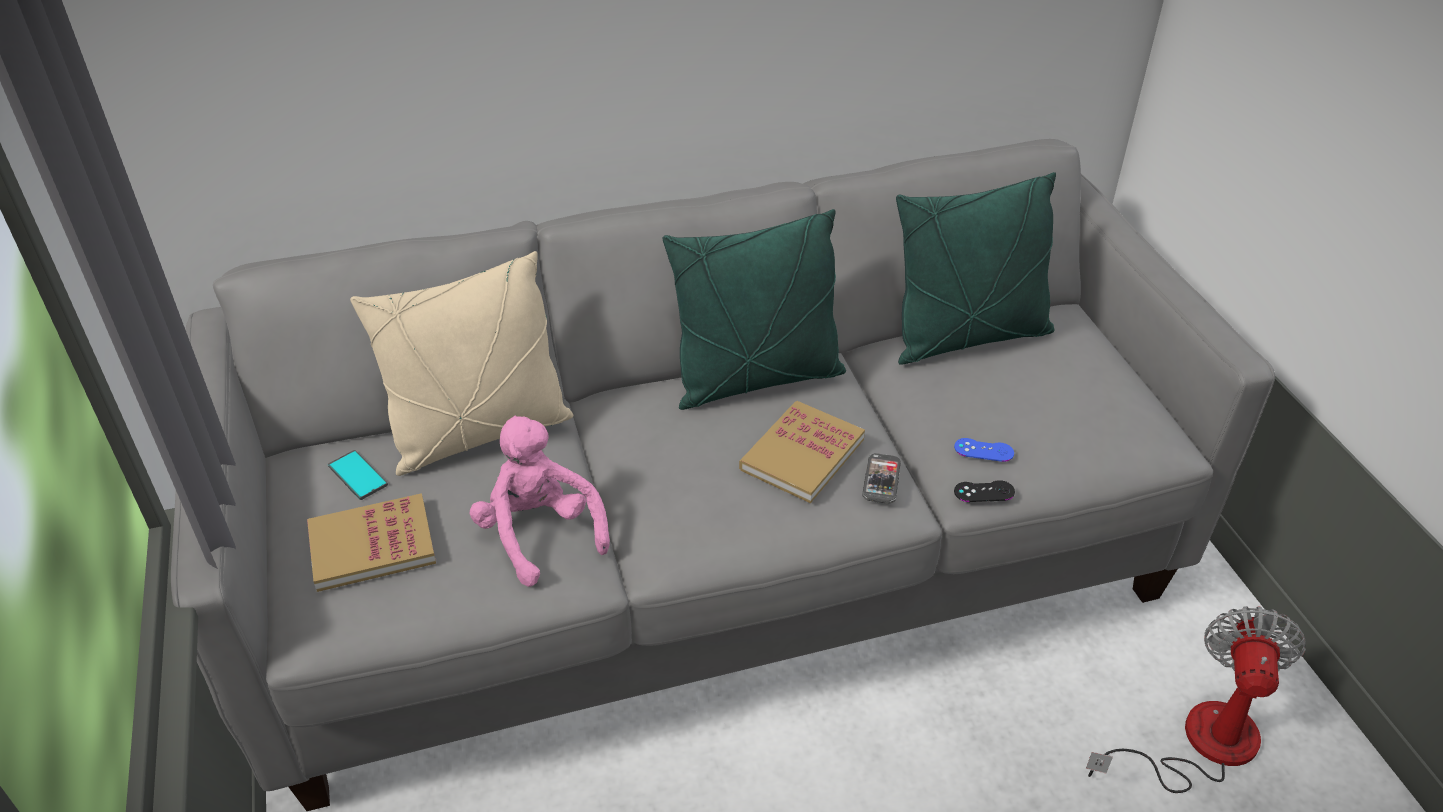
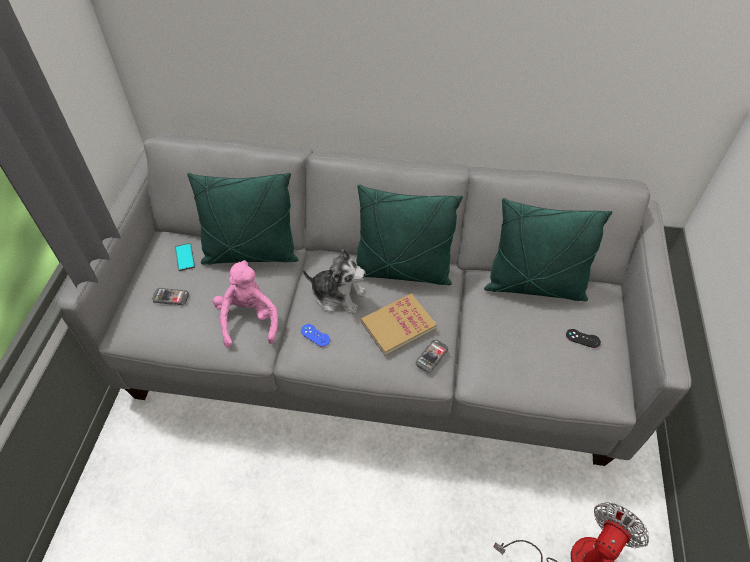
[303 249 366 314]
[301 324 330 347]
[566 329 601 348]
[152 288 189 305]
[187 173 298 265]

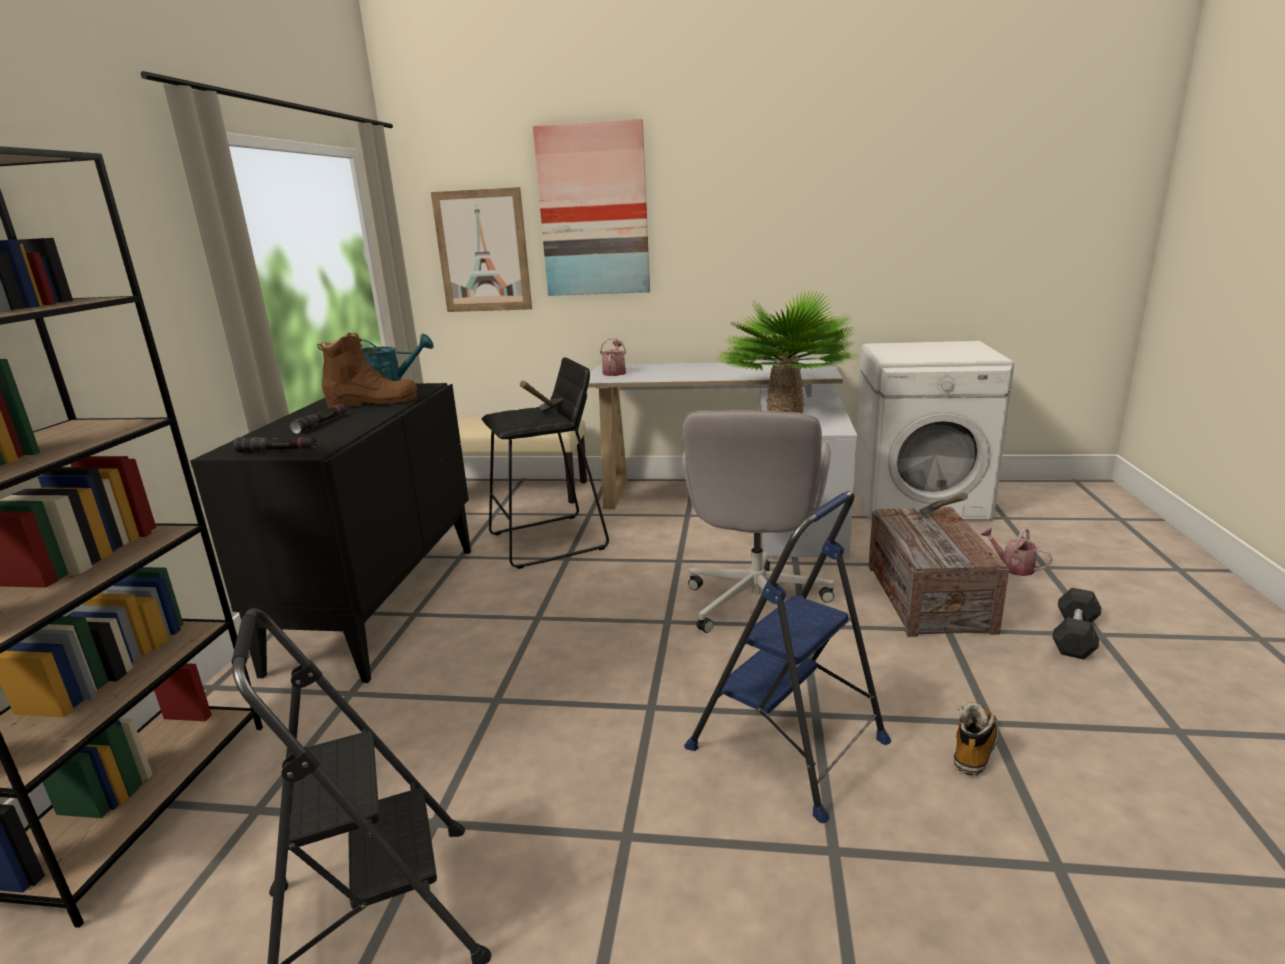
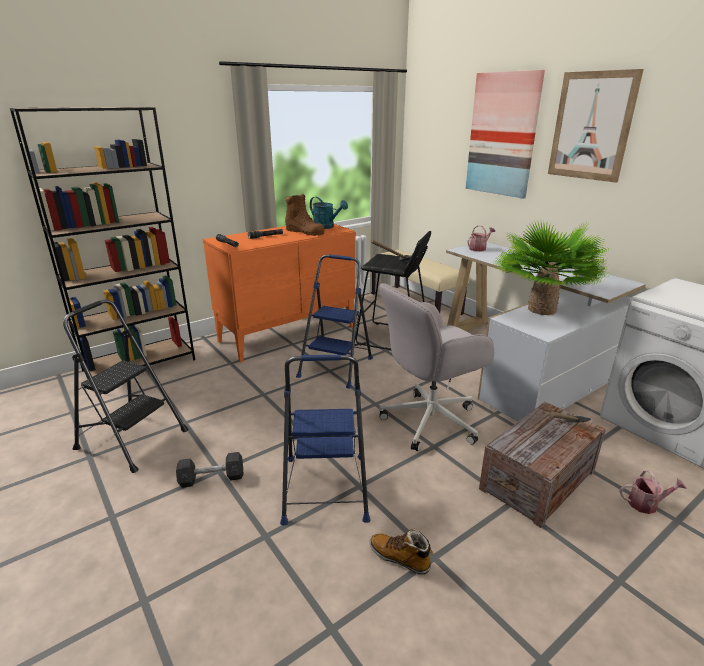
[296 254 373 389]
[548 69 644 183]
[176 452 243 488]
[203 224 355 363]
[370 528 433 575]
[620 470 687 514]

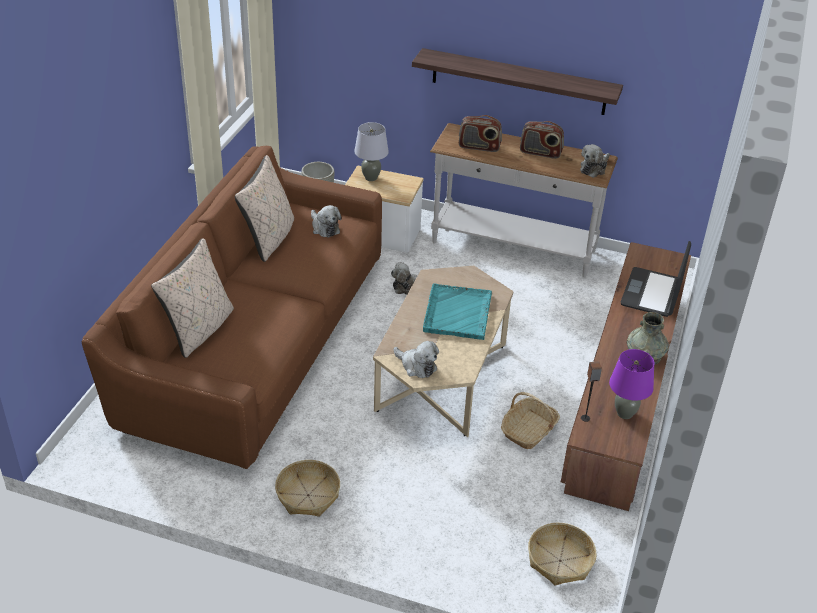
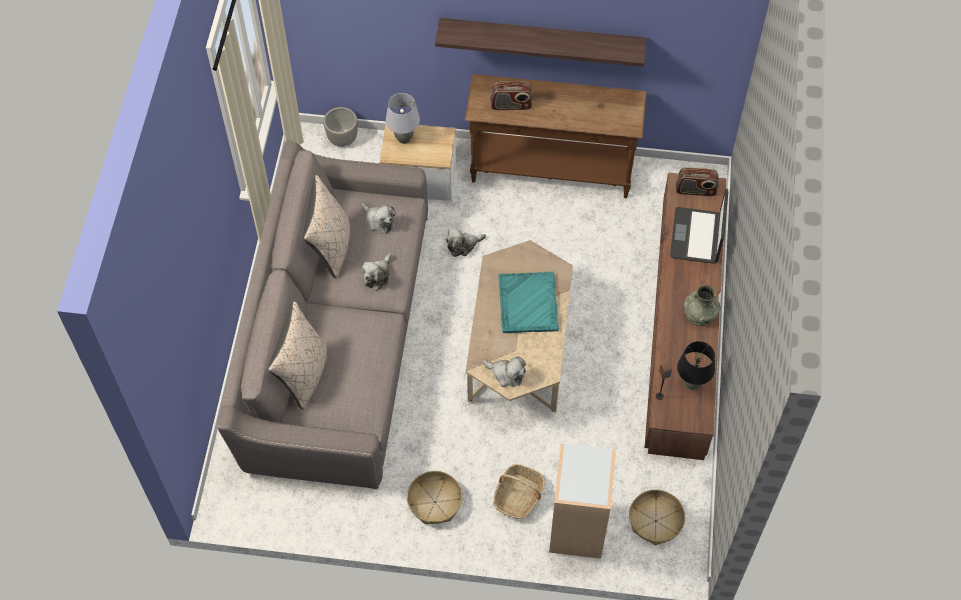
[549 443 616 559]
[494 464 545 519]
[676 167 719 196]
[361 253 392 291]
[218 141 428 489]
[465 74 647 198]
[677 341 715 390]

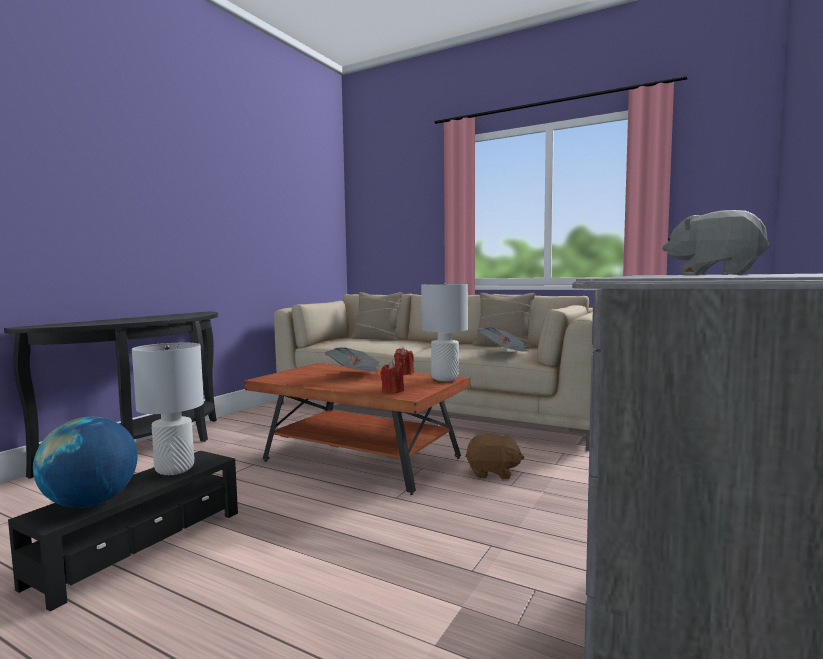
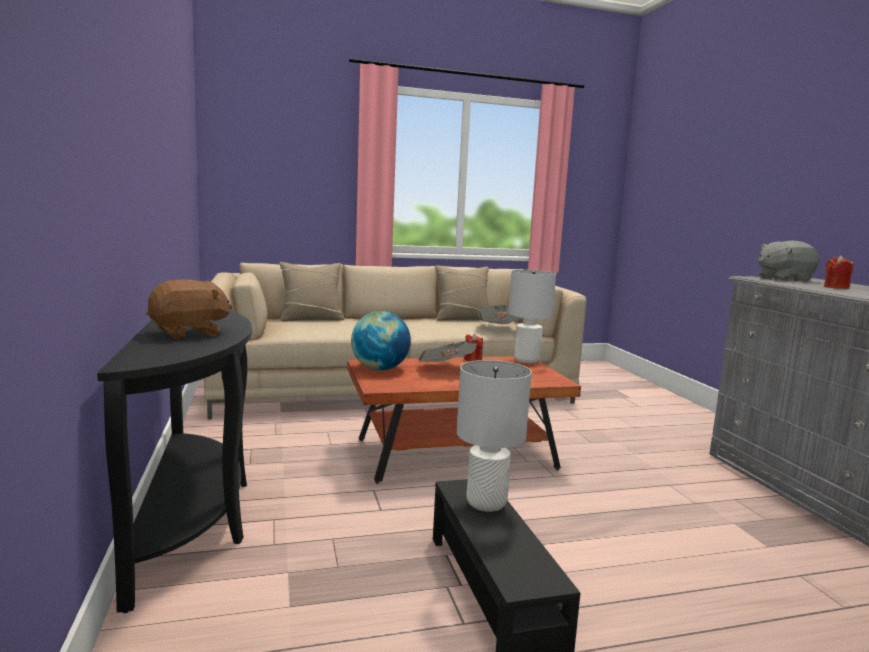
[351 311 411 370]
[824 255 854 289]
[147 279 233 339]

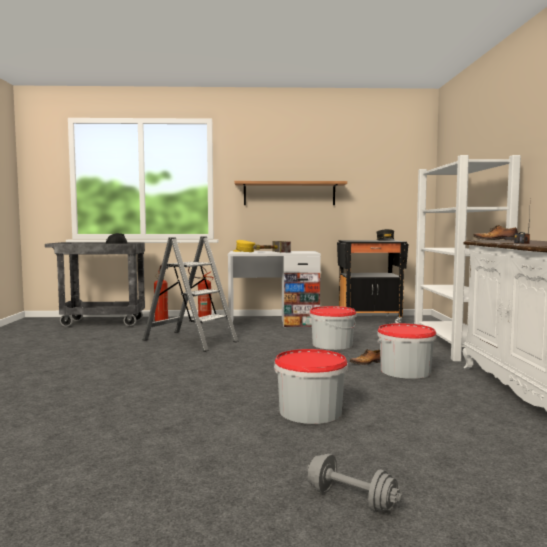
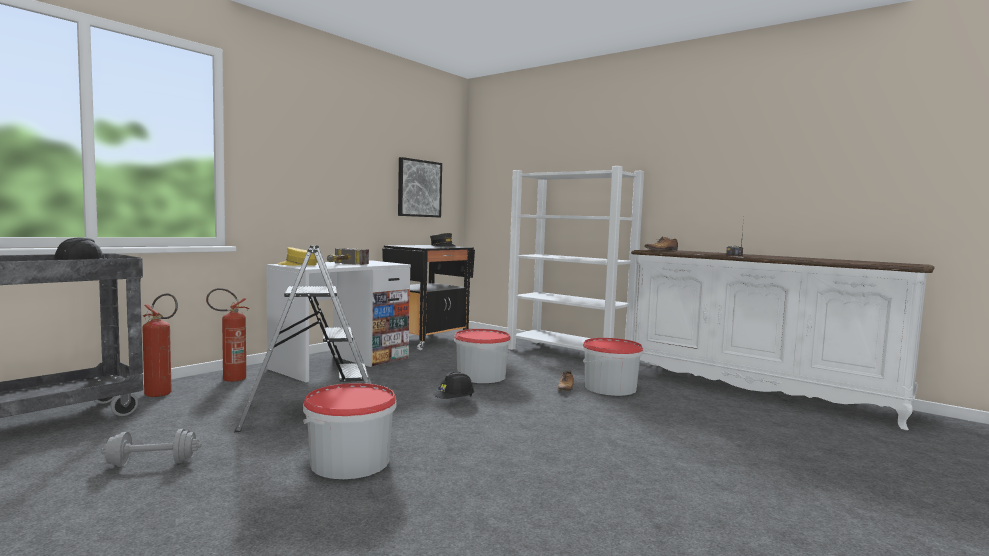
[234 181 347 205] (first image)
[398 157 442 217]
[433 371 475 399]
[303 383 397 479]
[101 429 202 467]

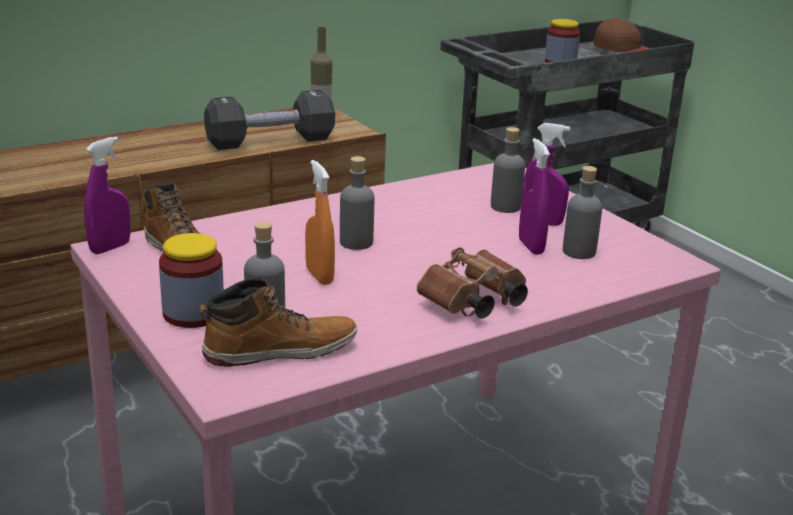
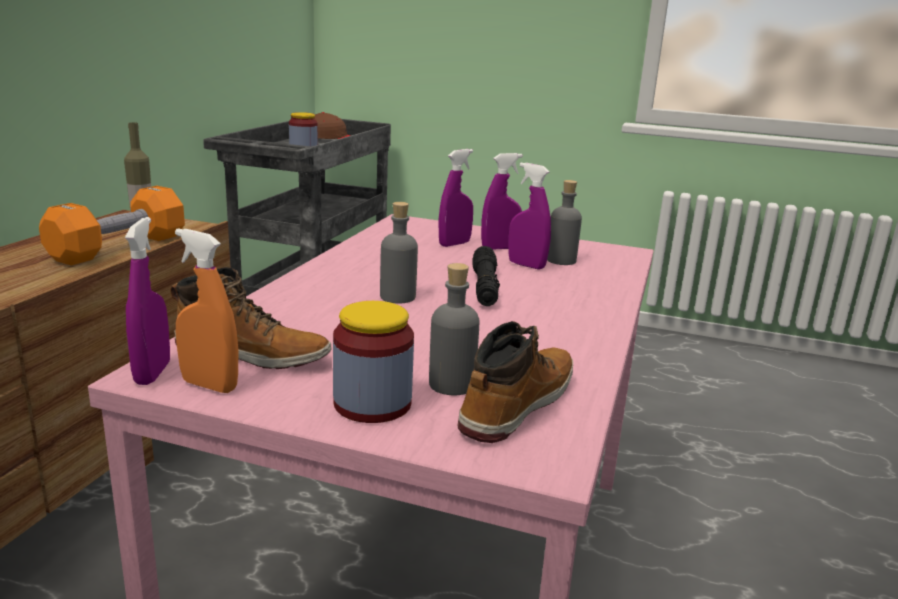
[417 247 528 319] (first image)
[472 246 500 306]
[175 228 238 393]
[439 149 473 247]
[39 186 185 265]

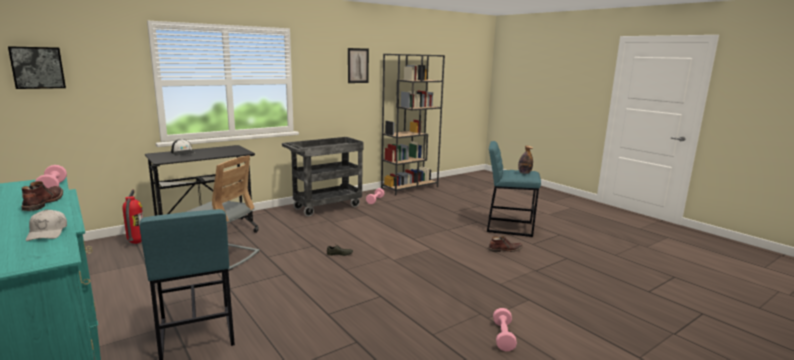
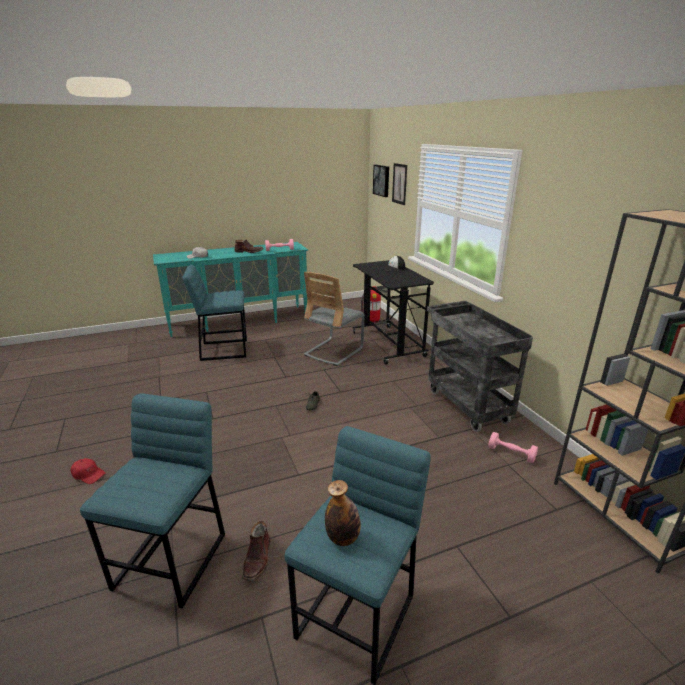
[80 393 225 608]
[392 163 407 205]
[71 458 106 484]

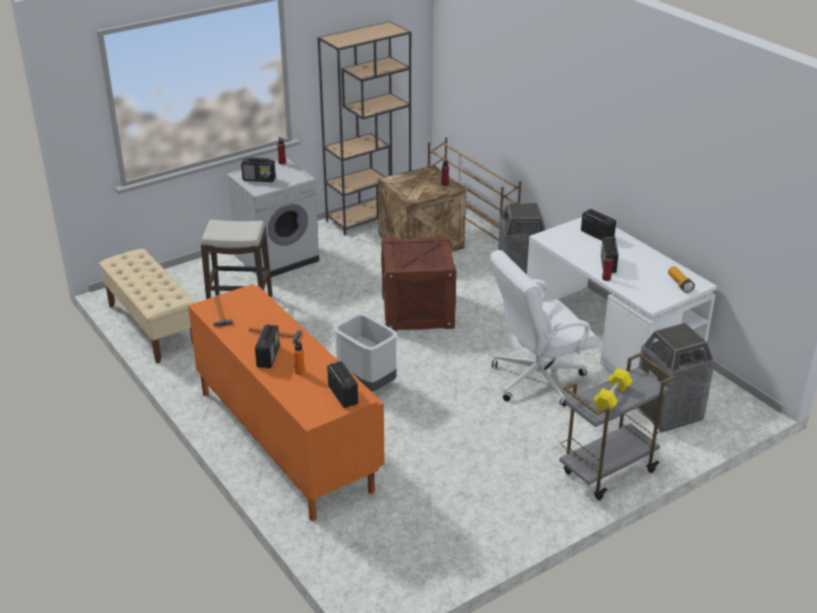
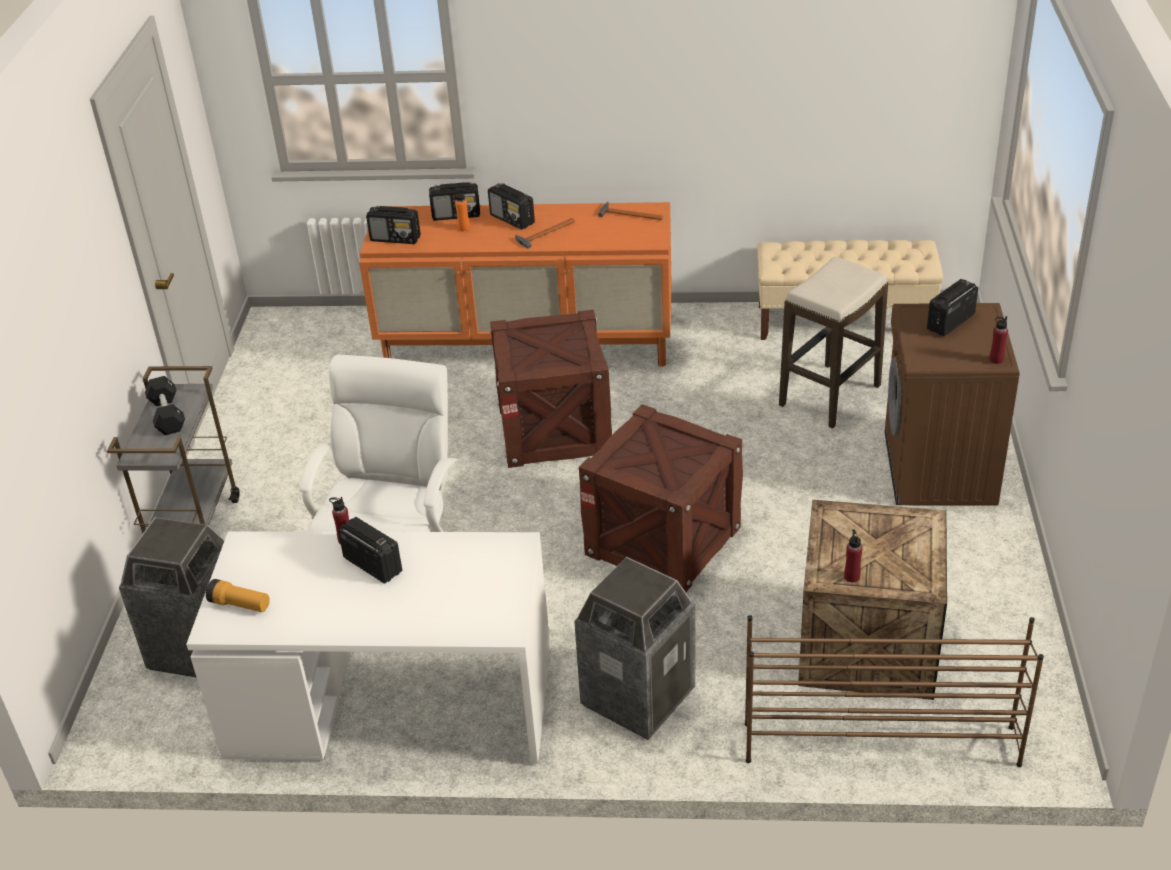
[317 21 411 236] (first image)
[429 182 480 221]
[489 310 612 468]
[885 303 1020 505]
[145 376 185 435]

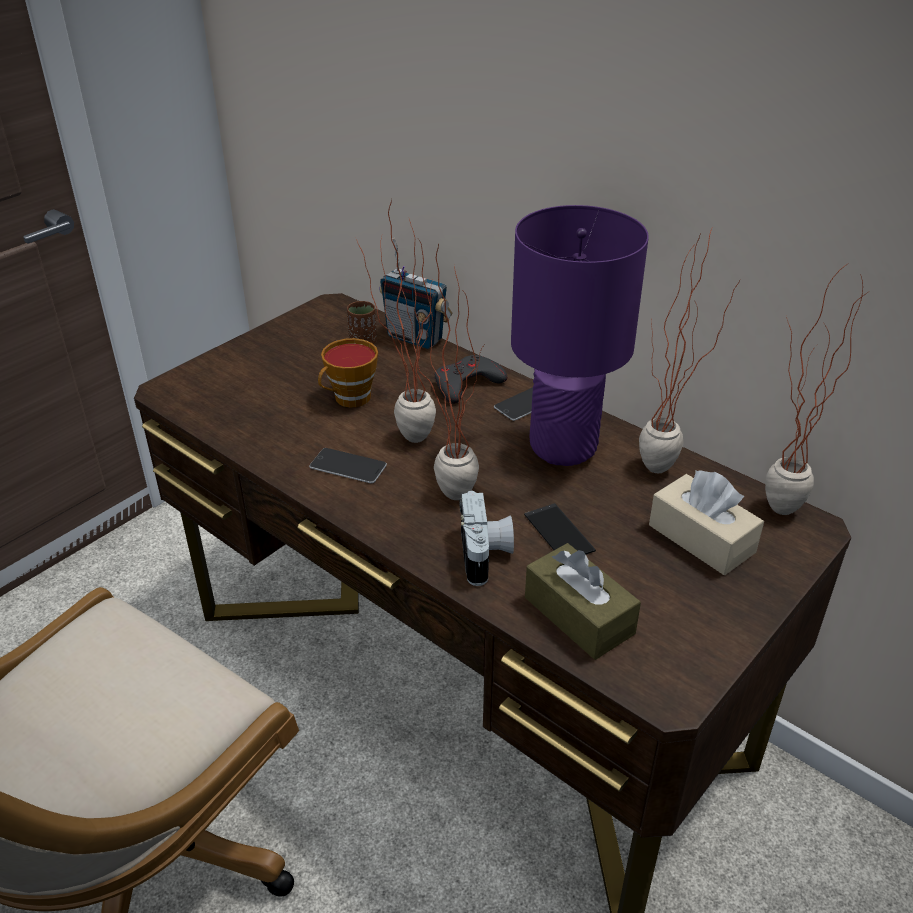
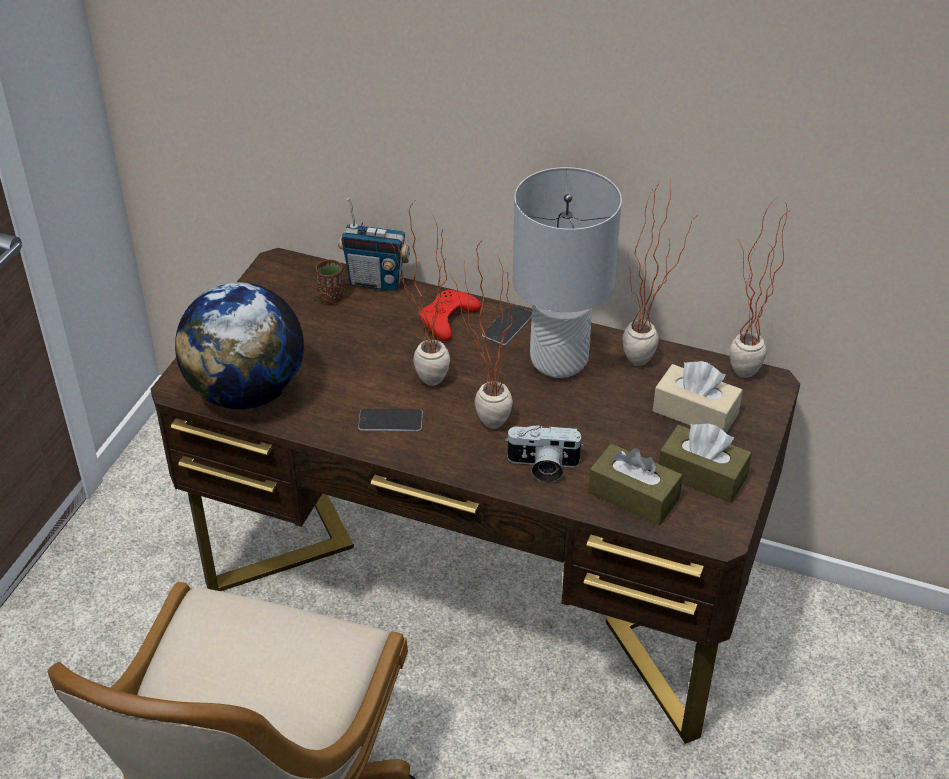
[318 338 378 407] (first image)
[524 503 596 555] (first image)
[175 282 304 409]
[659 424 752 503]
[420 290 481 341]
[513 167 622 378]
[505 425 584 482]

